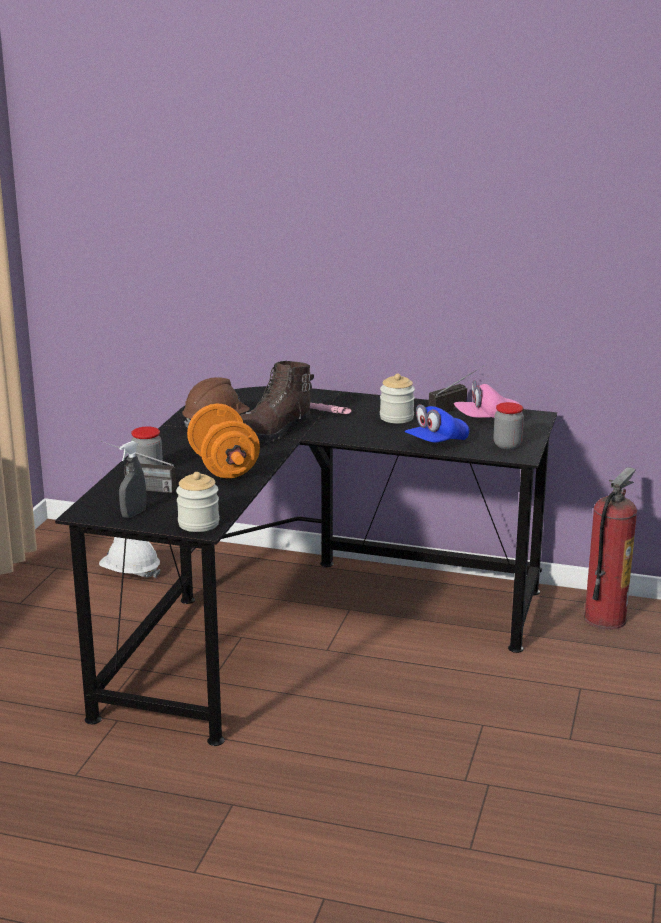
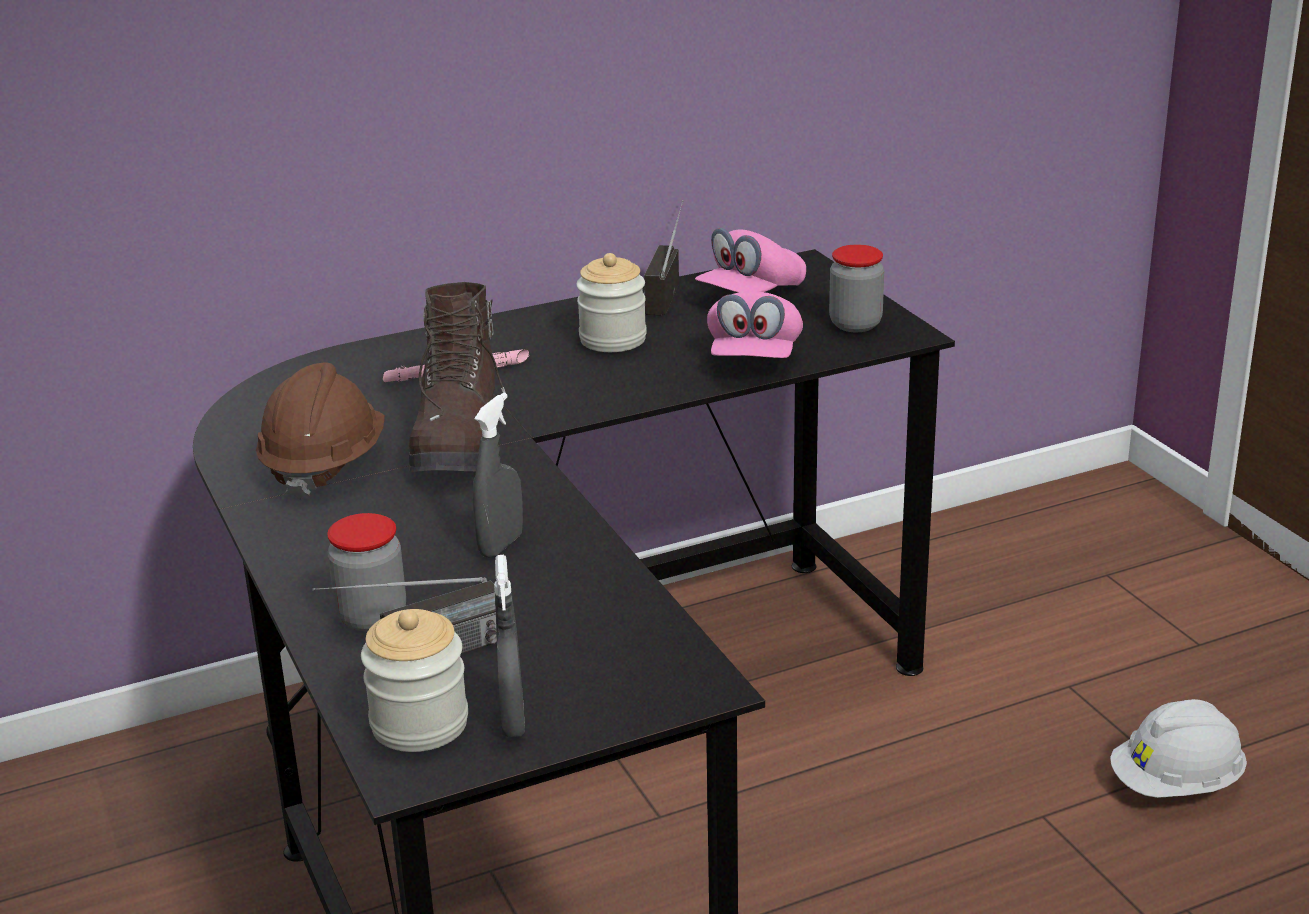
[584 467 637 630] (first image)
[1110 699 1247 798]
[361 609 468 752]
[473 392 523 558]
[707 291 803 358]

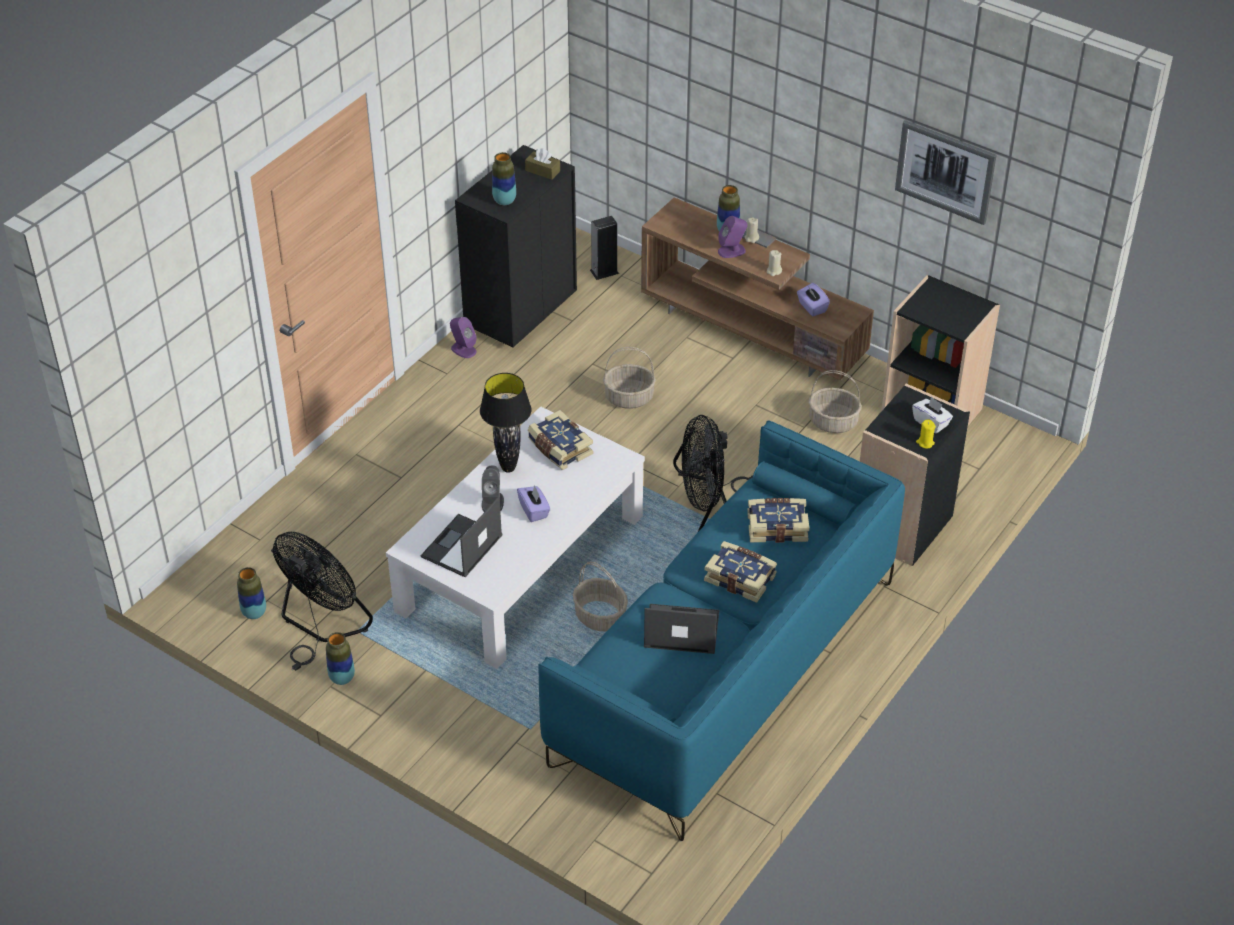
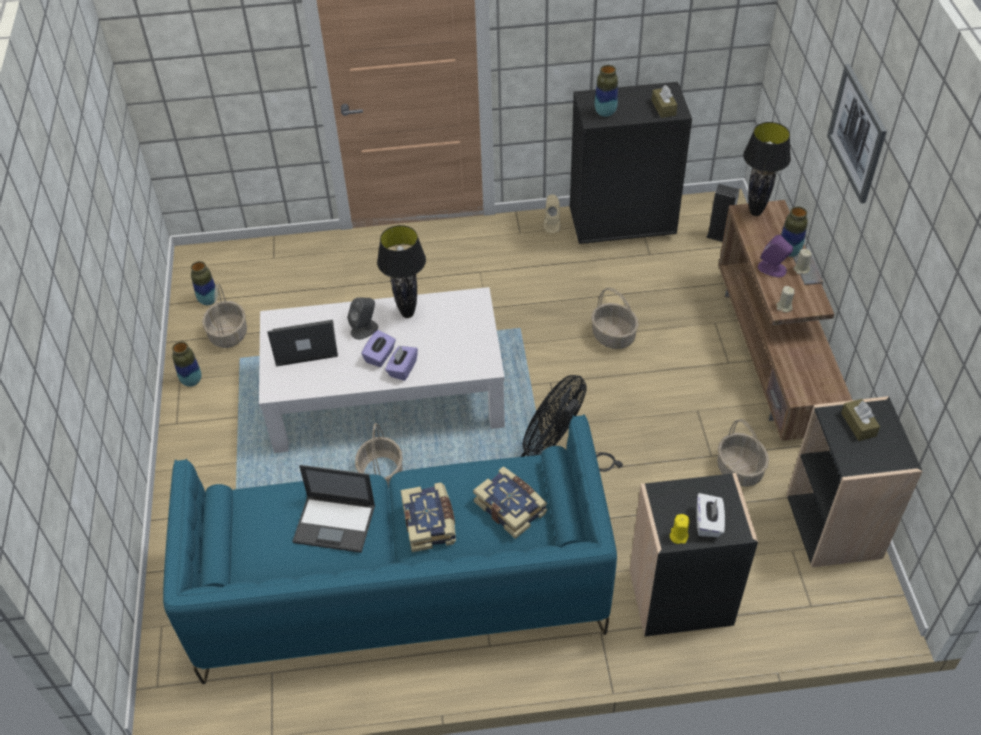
[528 410 593 470] (first image)
[743 122 791 216]
[841 399 880 441]
[385 346 418 381]
[827 64 887 204]
[202 284 247 348]
[544 194 561 233]
[292 465 375 553]

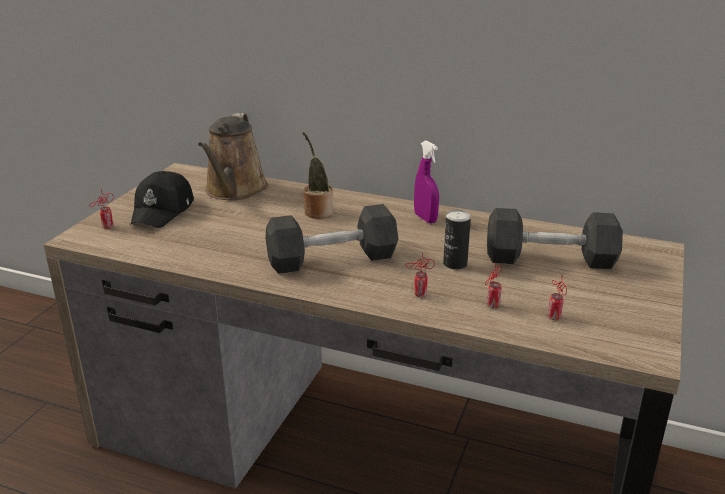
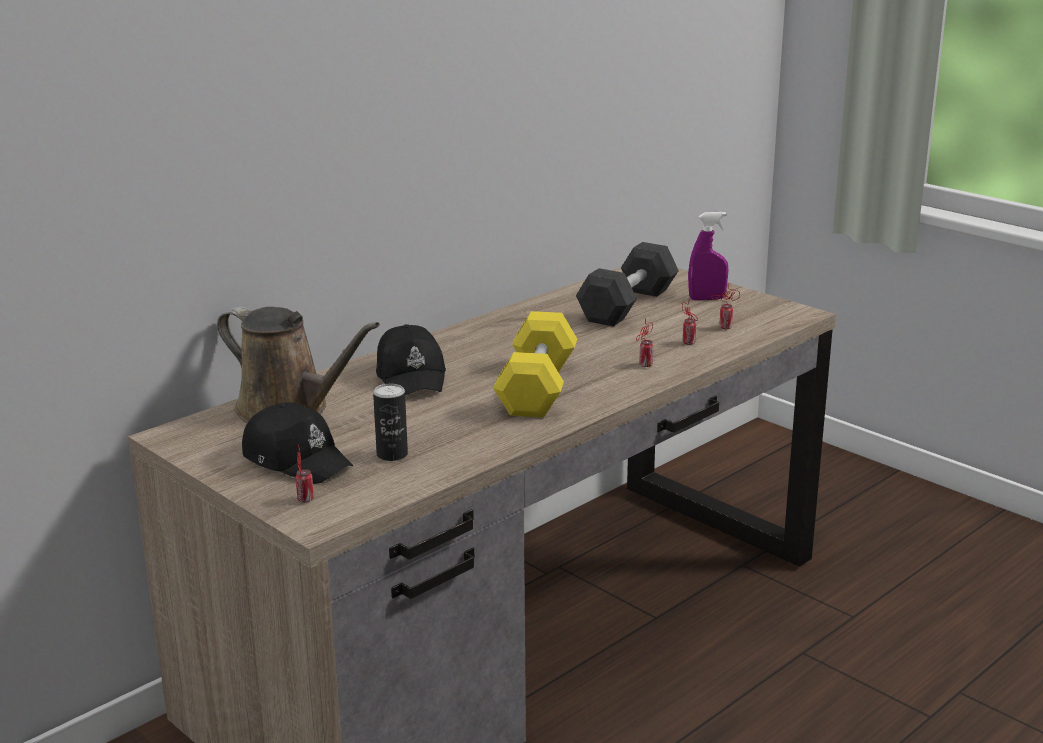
[688 212 729 300]
[373 384 408 461]
[376 324 446 395]
[493 311 577 418]

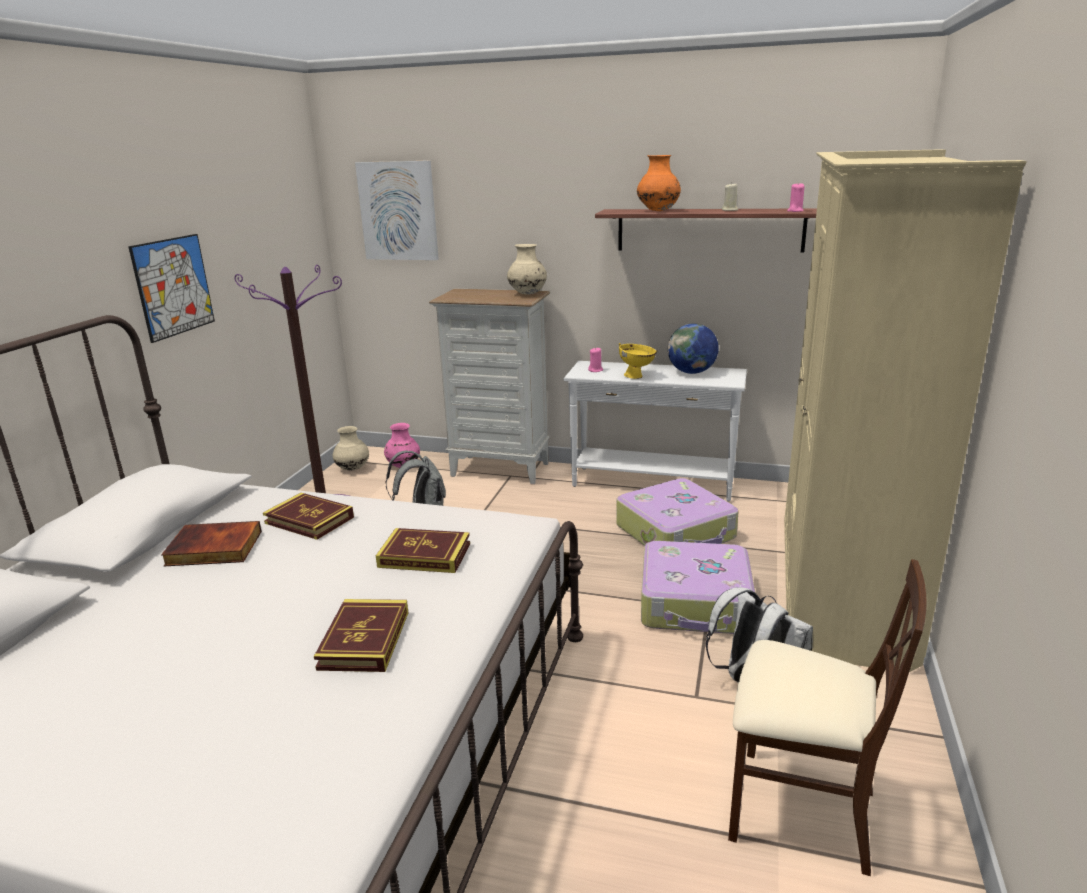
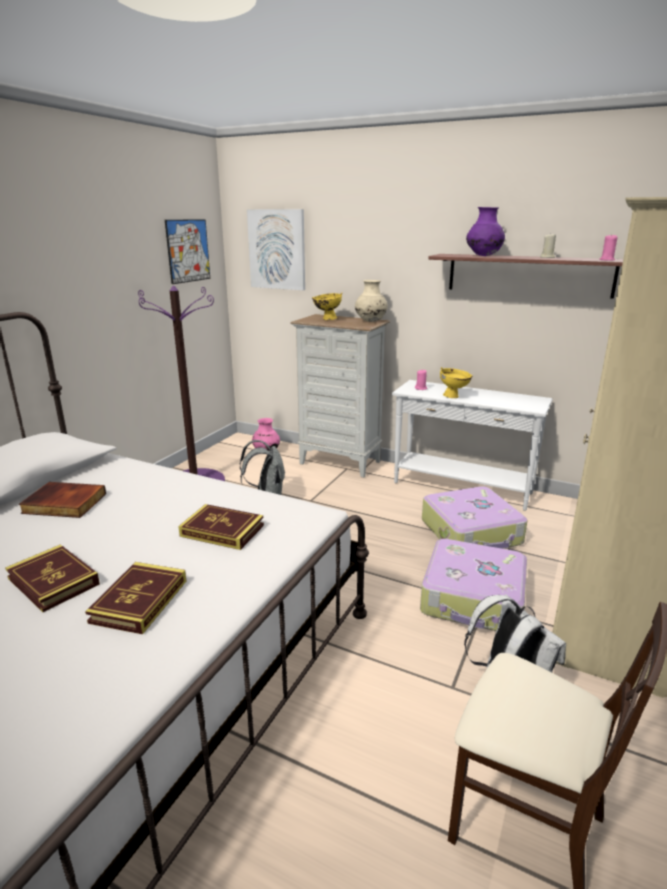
[333 426 369 470] (first image)
[668 323 719 374] (first image)
[312 293 342 320]
[165 219 210 284]
[5 544 100 612]
[466 207 505 256]

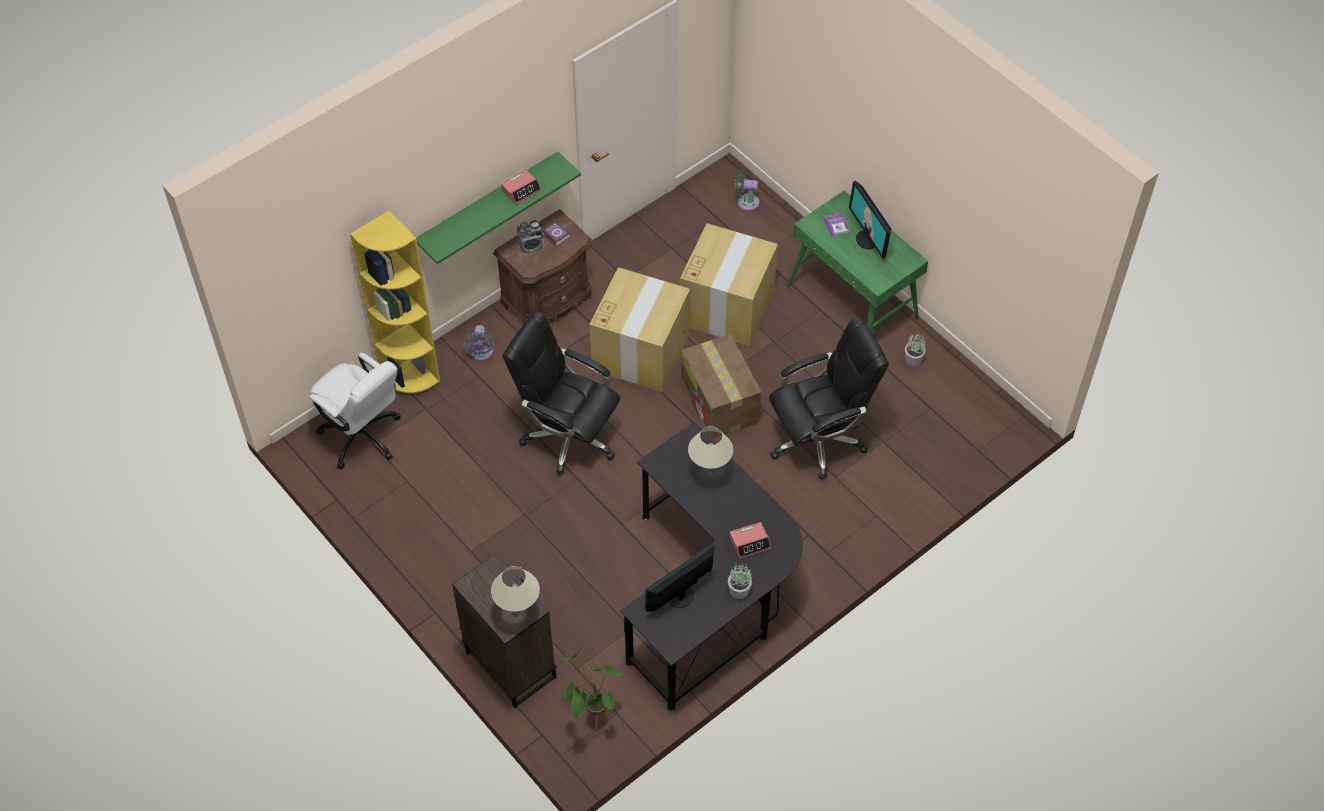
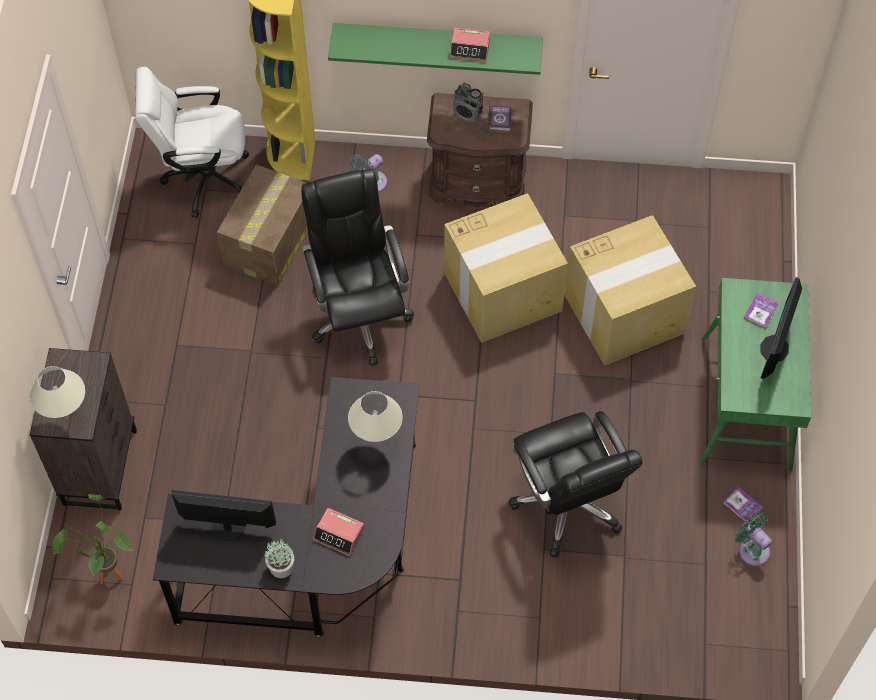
[217 165 308 286]
[734 512 772 566]
[723 487 763 522]
[135 67 249 218]
[508 411 643 558]

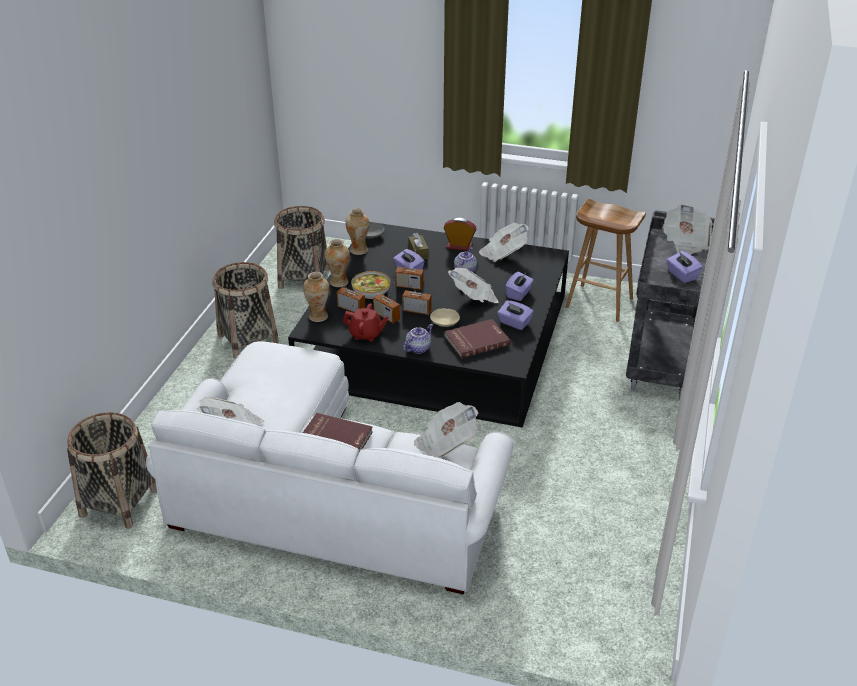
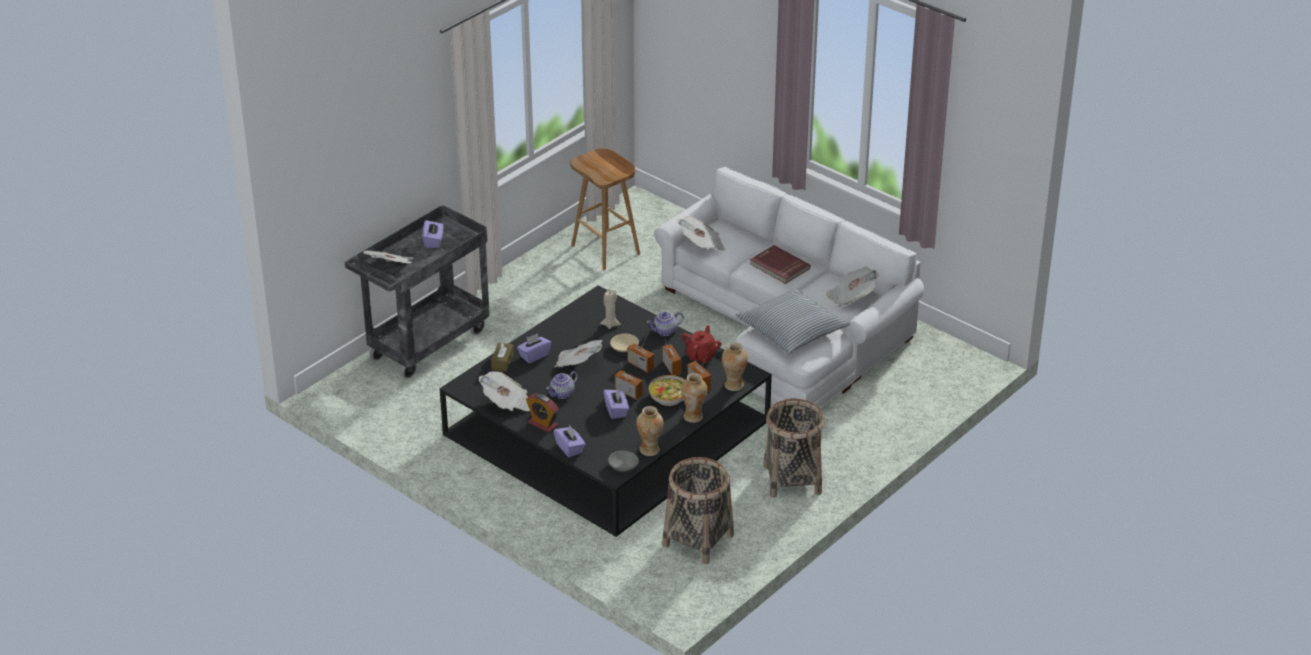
[67 412 157 529] (first image)
[735 288 850 354]
[491 341 514 372]
[554 425 586 458]
[570 148 640 270]
[600 289 621 329]
[682 325 722 364]

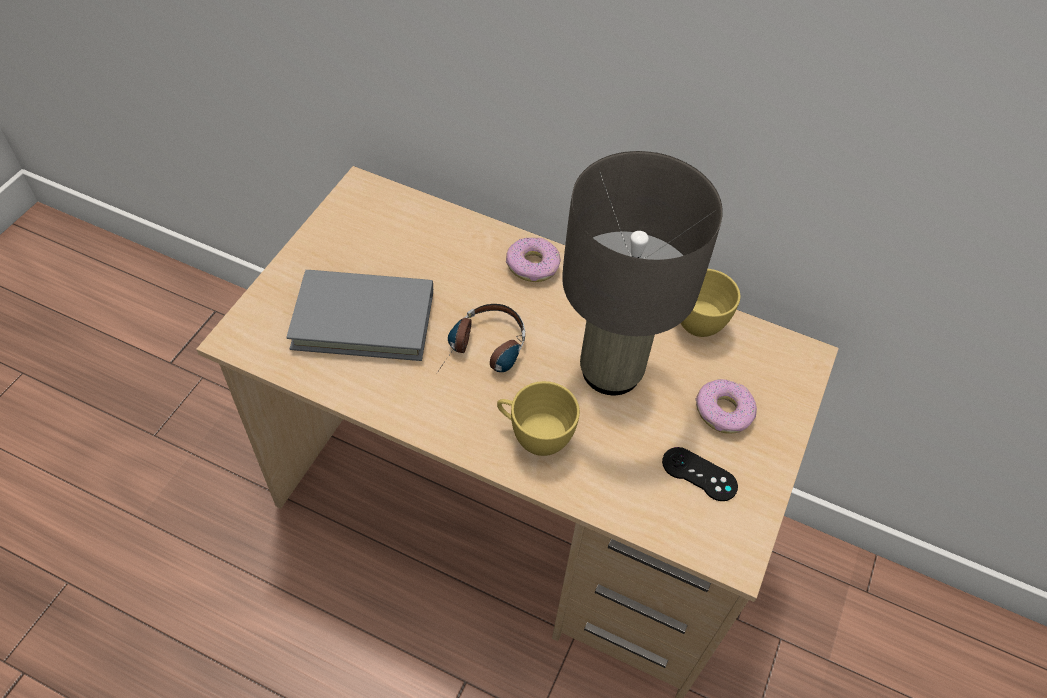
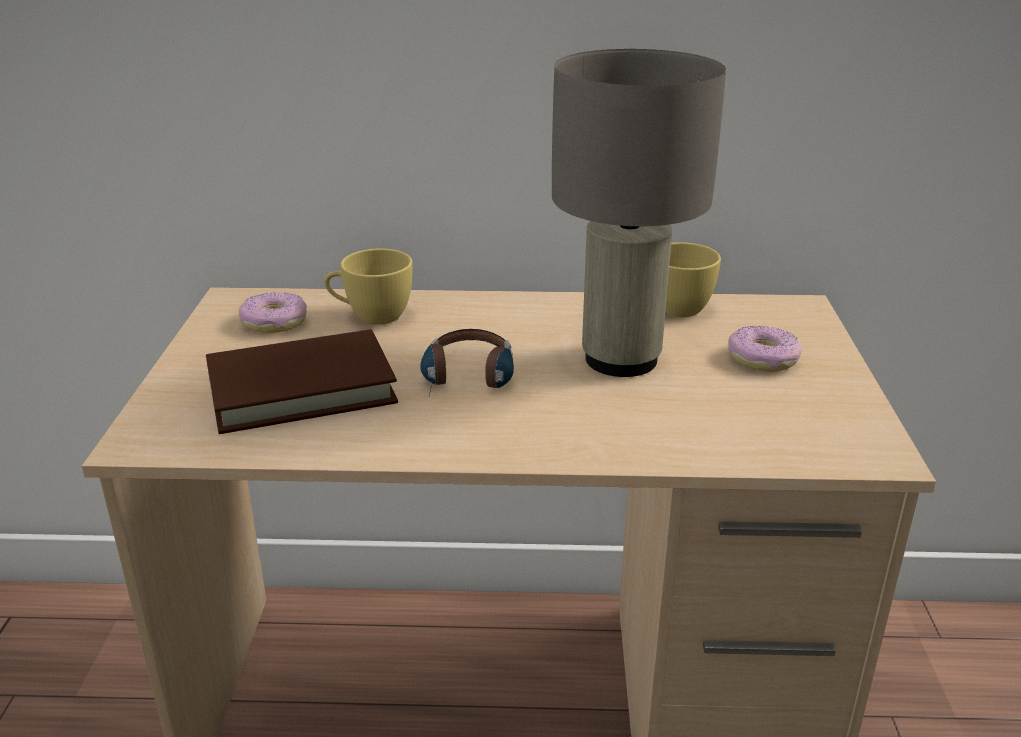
[662 447 738 501] (first image)
[324 249 412 325]
[239 292 307 333]
[206 329 398 434]

